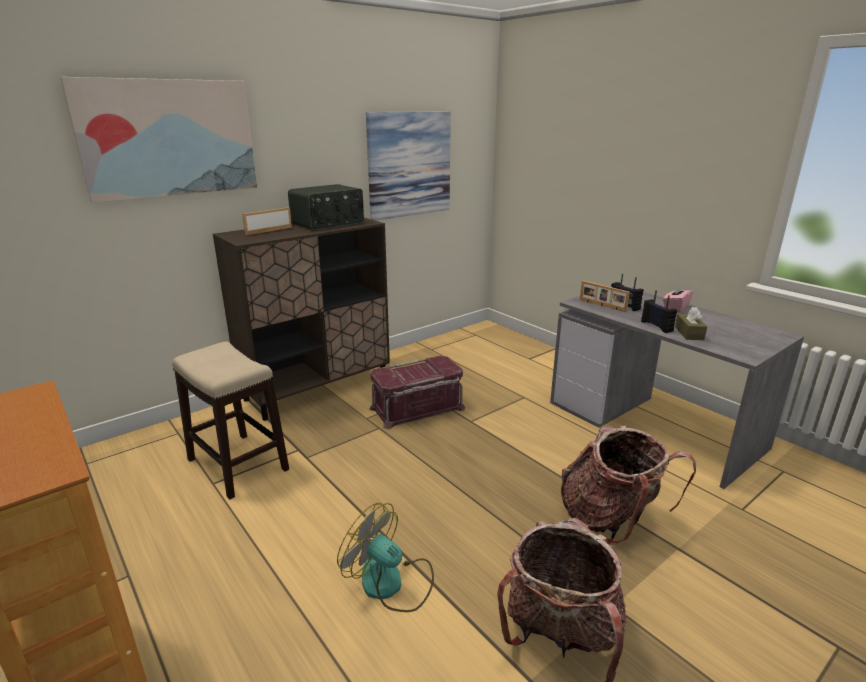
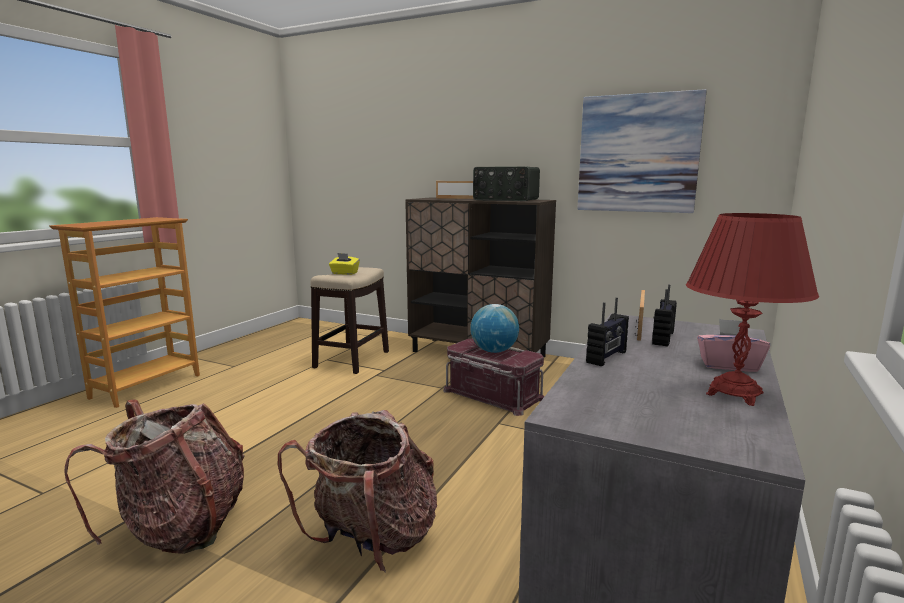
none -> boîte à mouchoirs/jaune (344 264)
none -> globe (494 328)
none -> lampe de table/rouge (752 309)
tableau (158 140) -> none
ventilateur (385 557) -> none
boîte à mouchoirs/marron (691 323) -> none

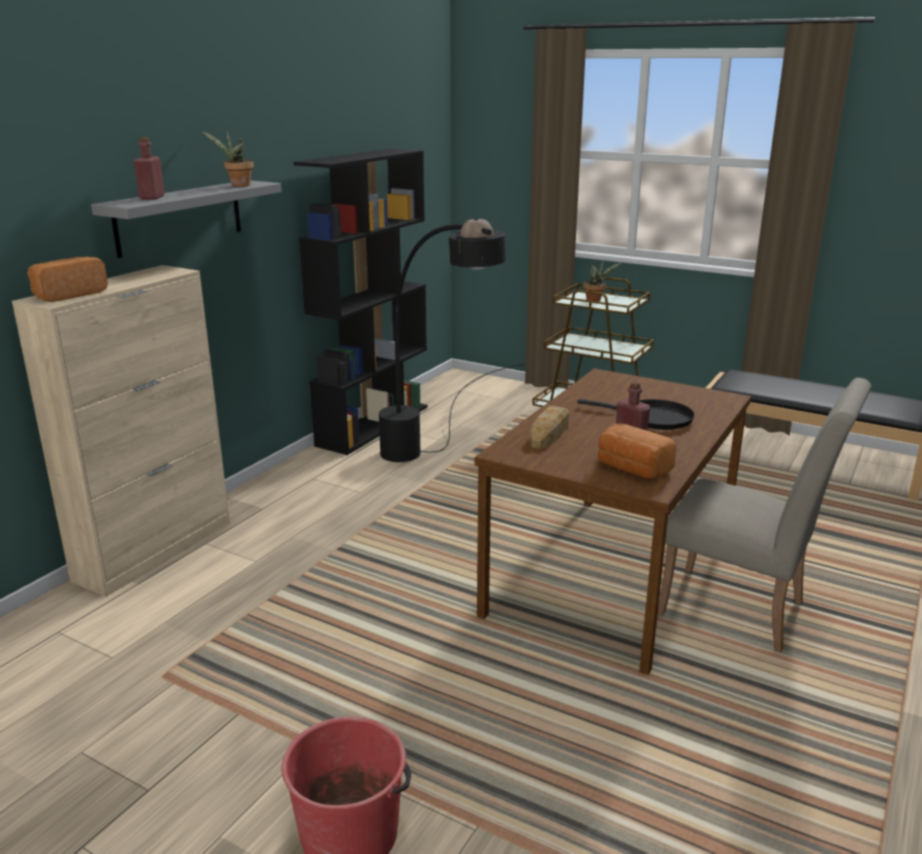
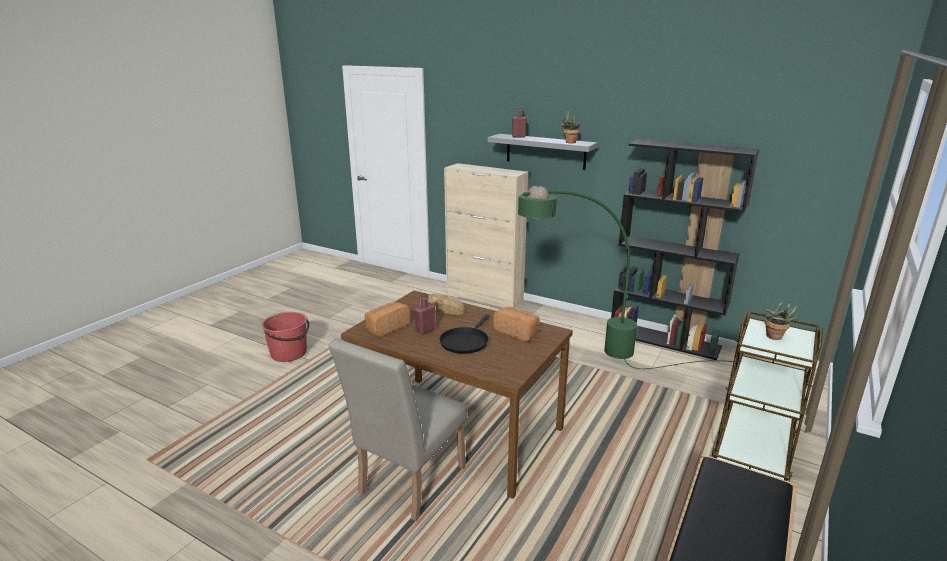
pain (67 279) -> pain (516 324), move
lampadaire/noir (451 340) -> lampadaire/vert (665 286)

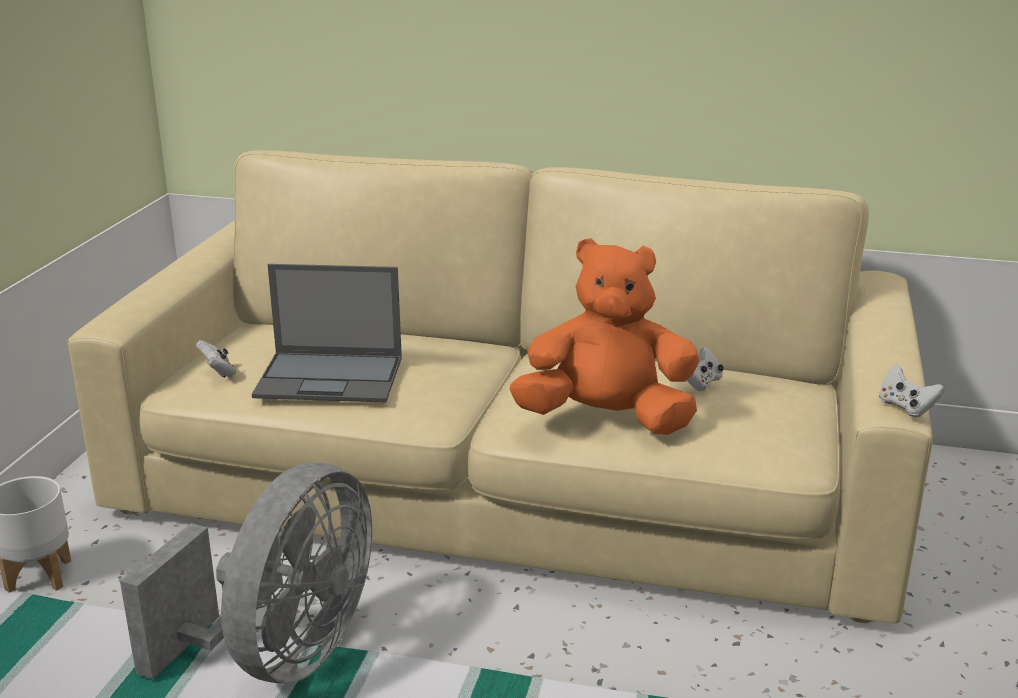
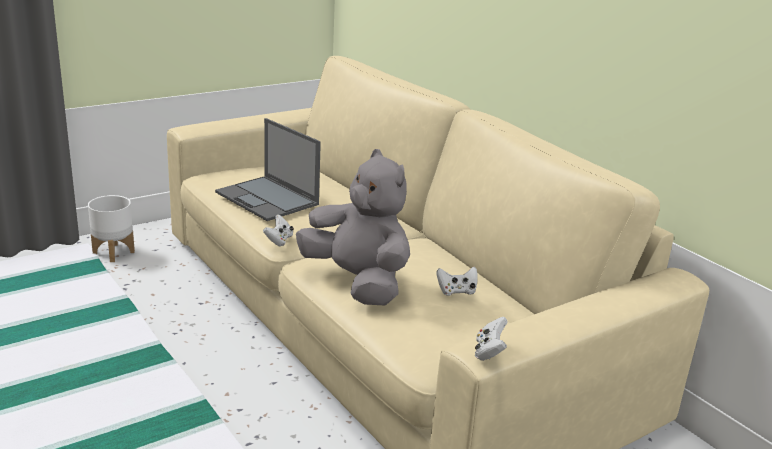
manette/blanc (216 359) -> manette/blanc (278 230), move
peluche/orange (604 336) -> peluche/gris (353 227)
ventilateur/gris (246 573) -> none

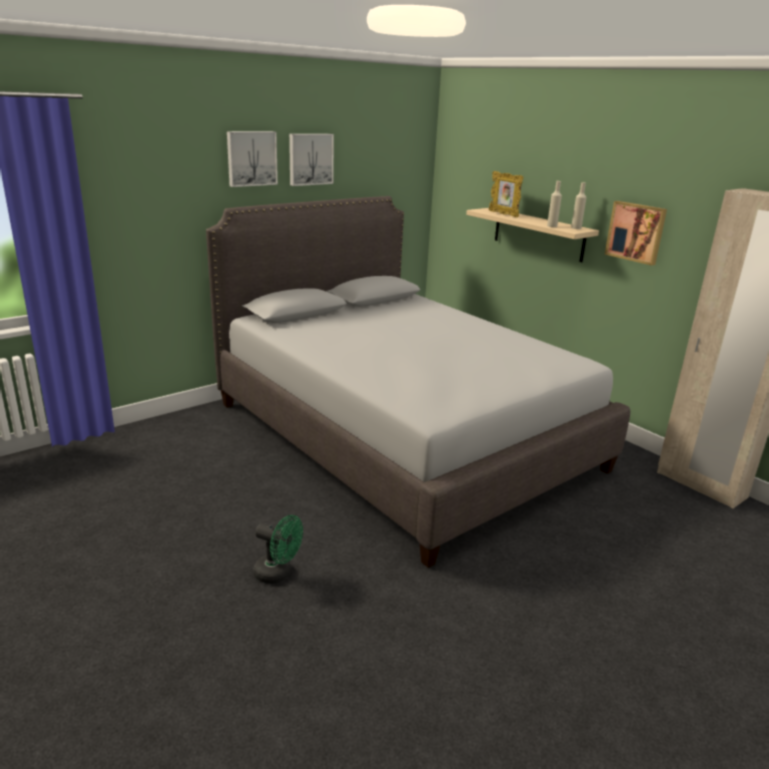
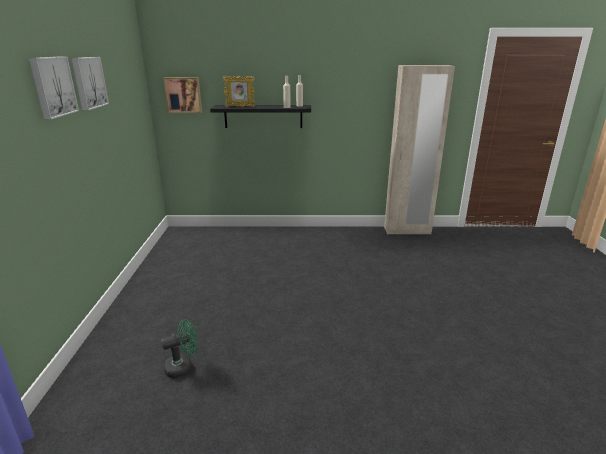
ventilateur/vert (278 549) -> ventilateur/vert (179 348), move
tableau (636 233) -> tableau (182 95), move
étagère/beige (532 235) -> étagère/noir (260 116)
lit/gris (418 382) -> none

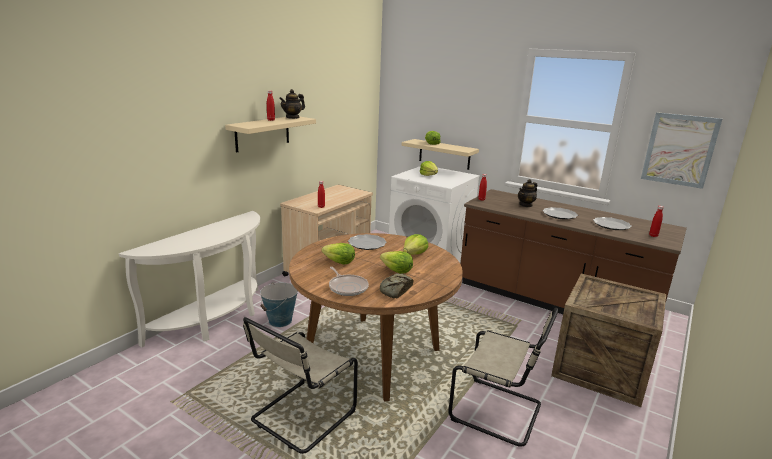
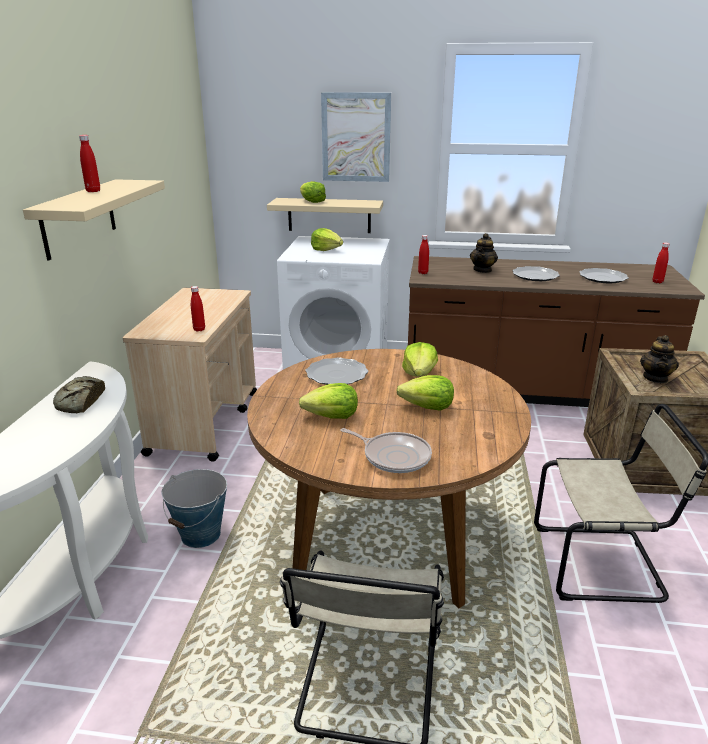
pain (396 285) -> pain (79 394), move
tableau (681 150) -> tableau (356 137), move
théière (292 104) -> théière (659 359), move

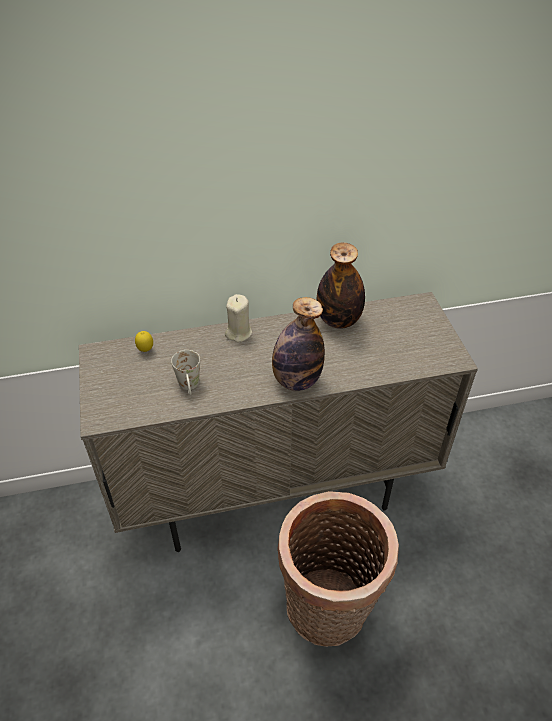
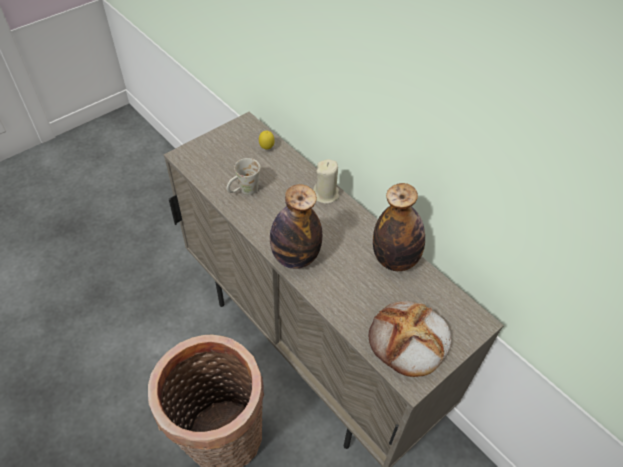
none -> pain (410 339)

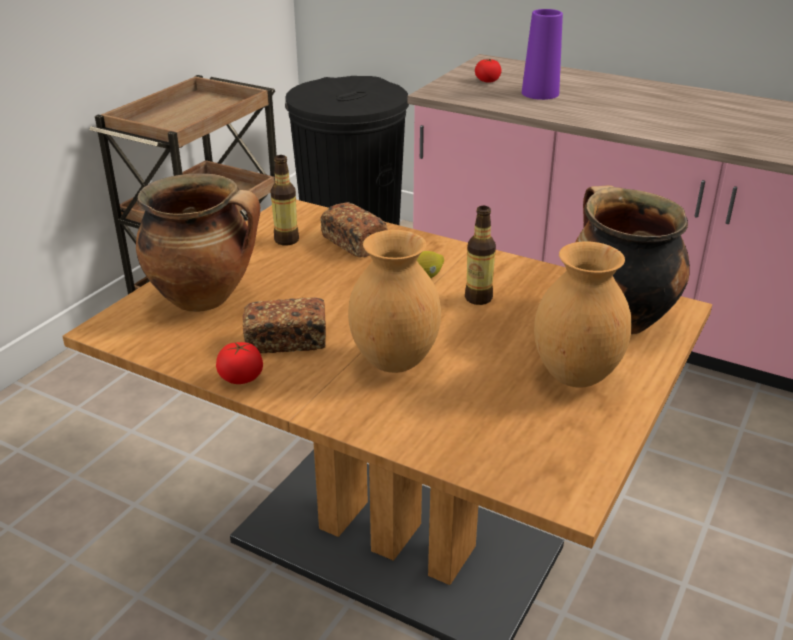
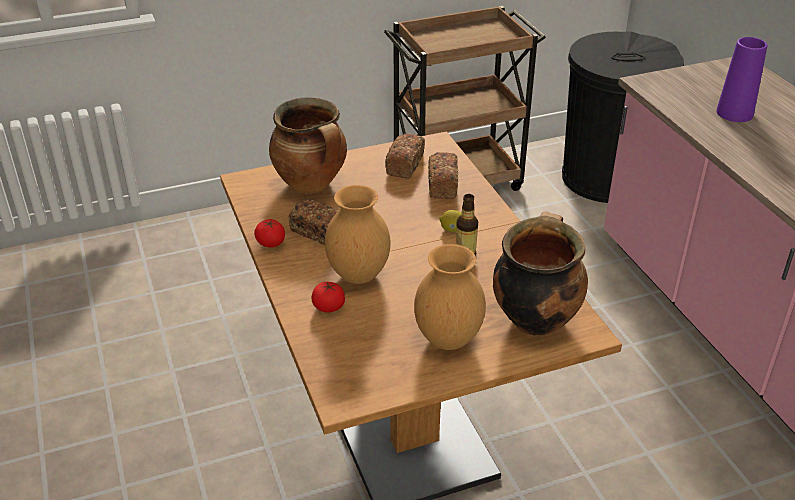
tomate (488 71) -> tomate (328 297), move
bouteille (284 200) -> pain (405 156)

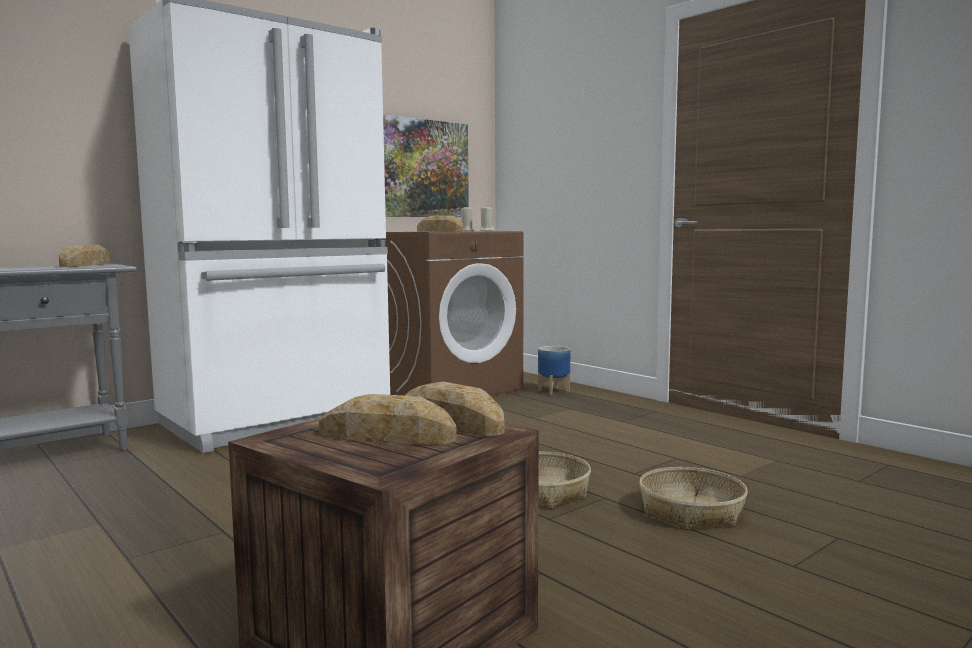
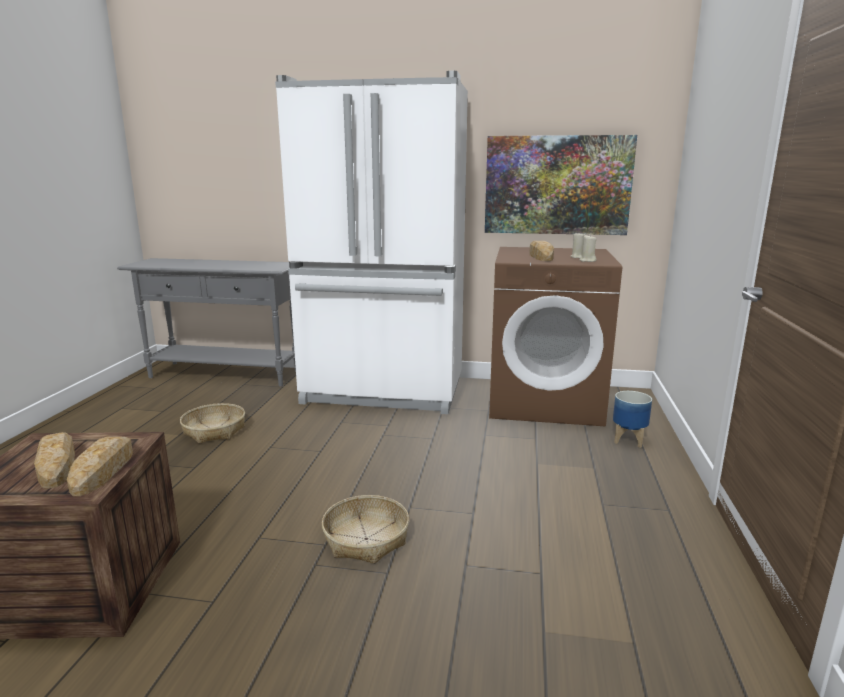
panier (693 498) -> panier (212 423), move
pain (84 256) -> none

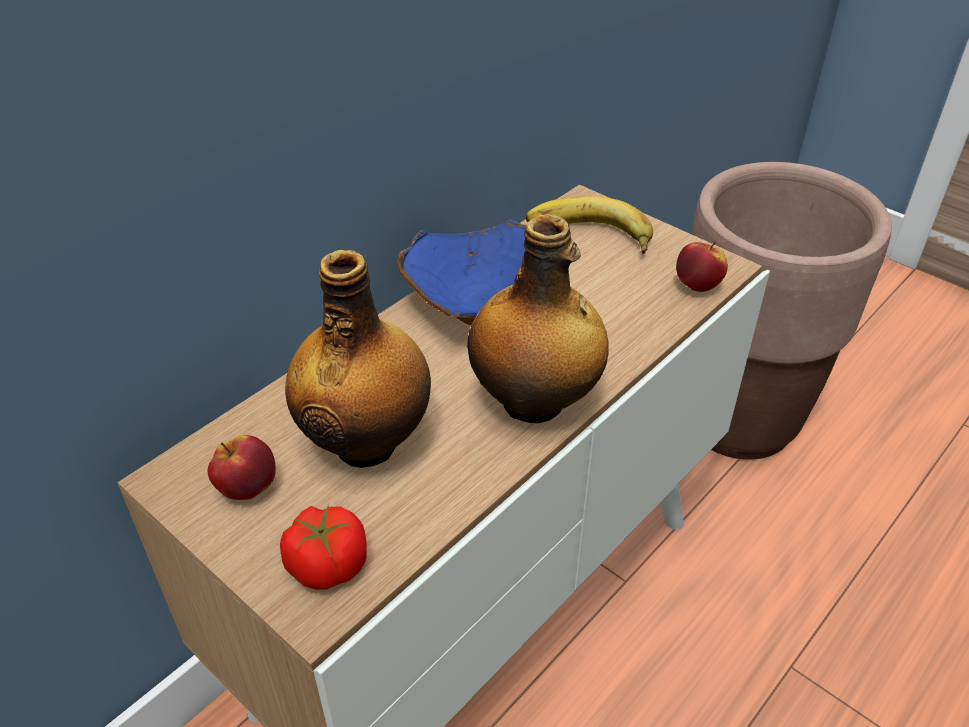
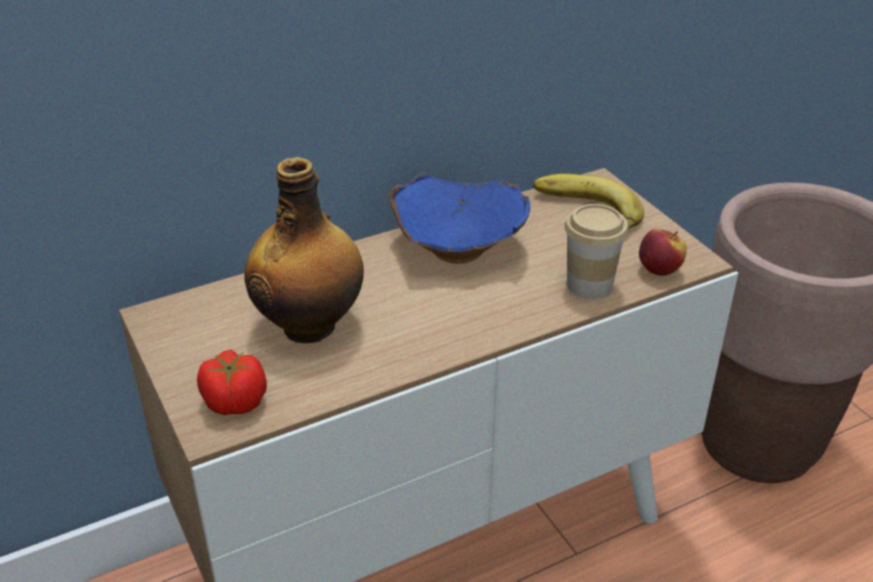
none -> tasse (596 251)
pomme (242 467) -> none
bouteille (538 318) -> none

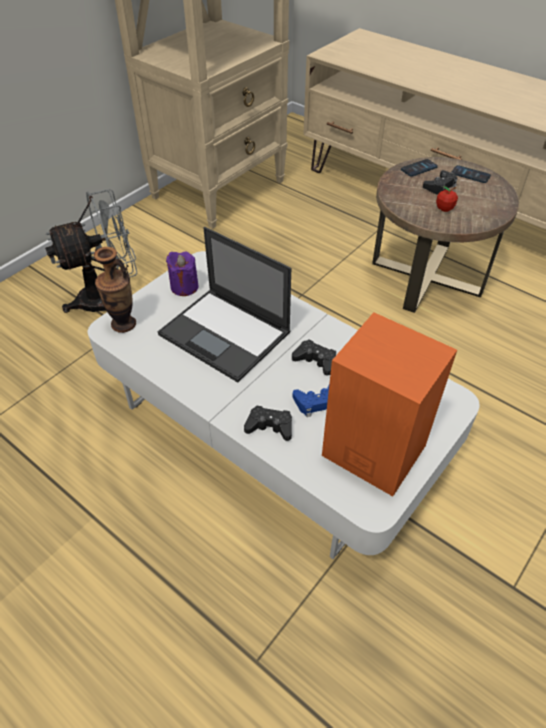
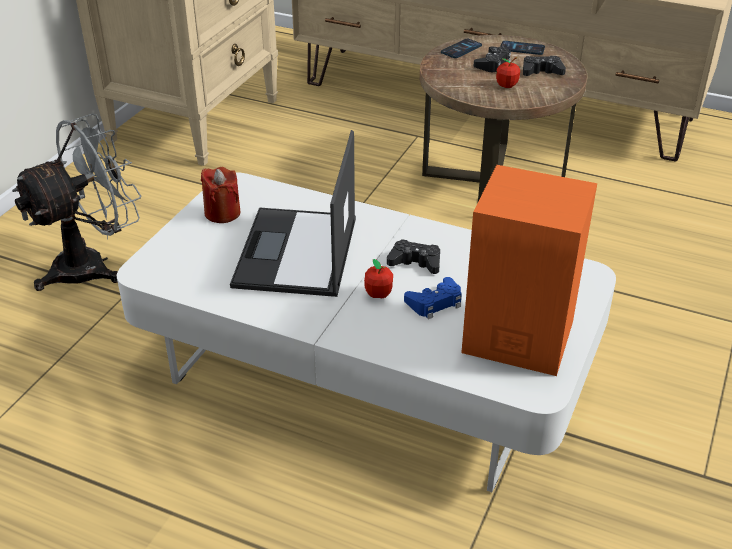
bougie/violet (182 274) -> bougie/rouge (220 195)
ordinateur portable (224 304) -> ordinateur portable (293 213), 75 degrees clockwise
none -> pomme (378 278)
manette/noir (268 423) -> manette/noir (544 66), move
vase (115 290) -> none

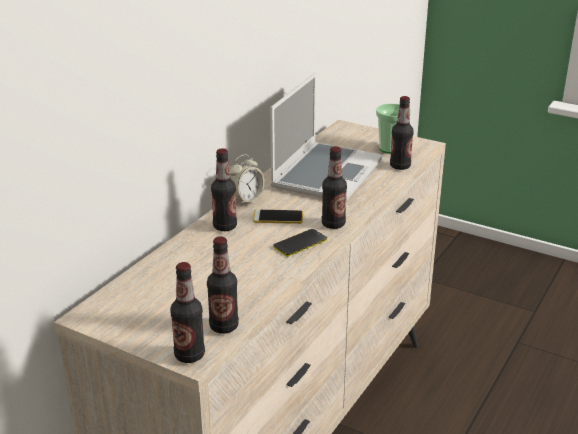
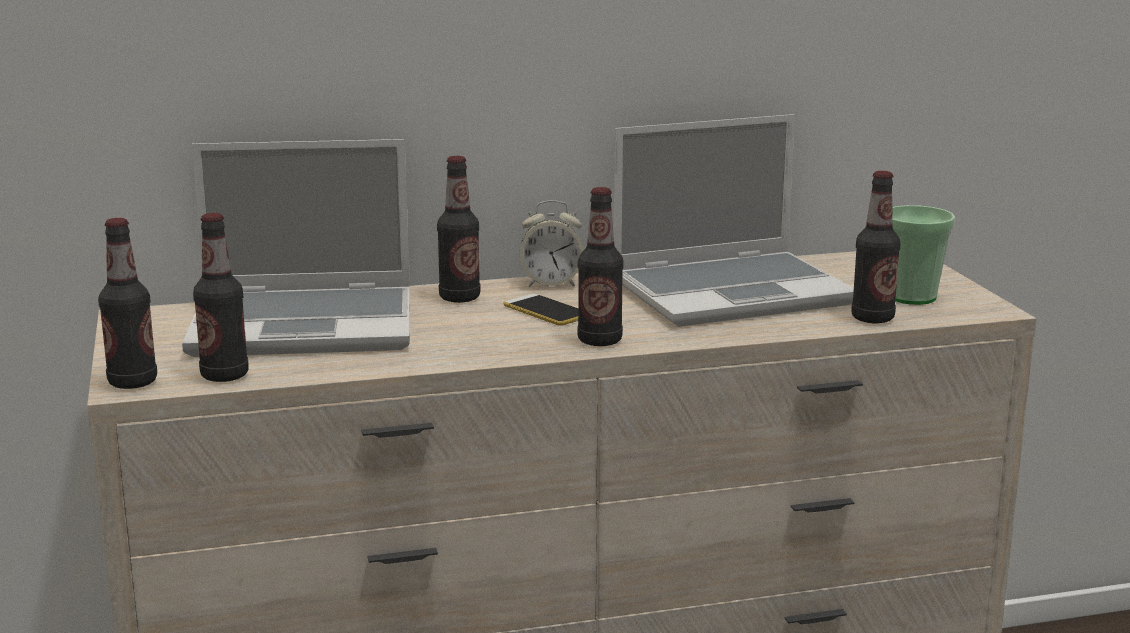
none -> ordinateur portable (296 248)
téléphone (300 243) -> none

